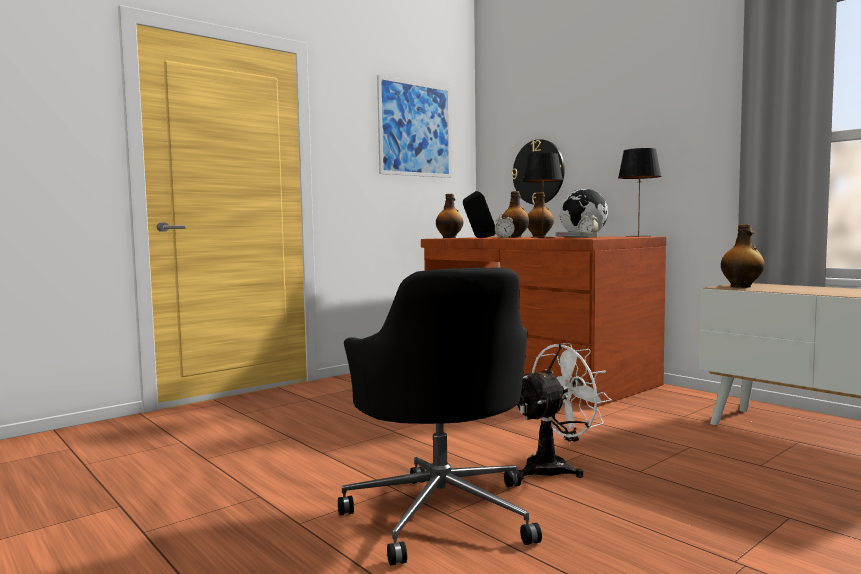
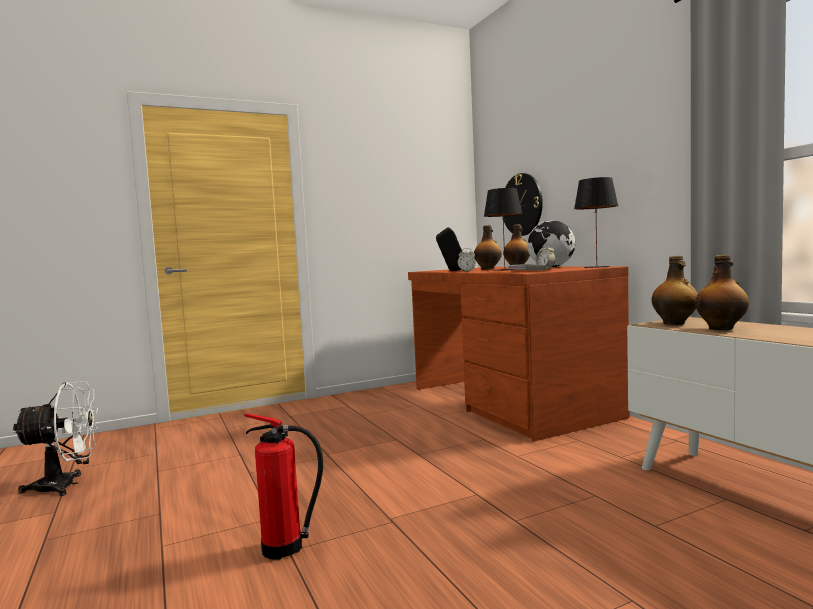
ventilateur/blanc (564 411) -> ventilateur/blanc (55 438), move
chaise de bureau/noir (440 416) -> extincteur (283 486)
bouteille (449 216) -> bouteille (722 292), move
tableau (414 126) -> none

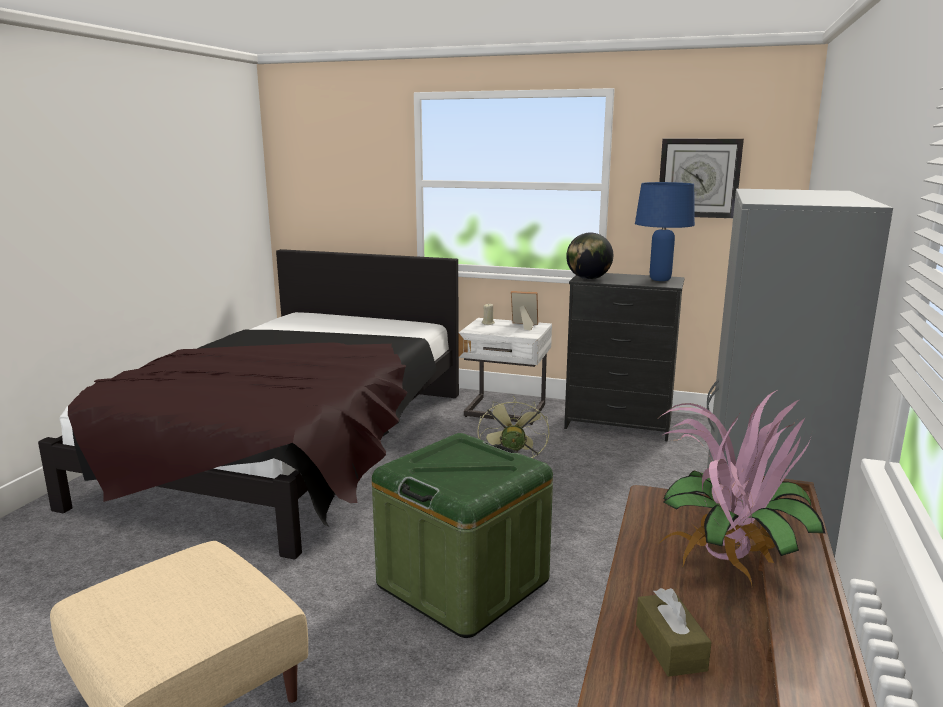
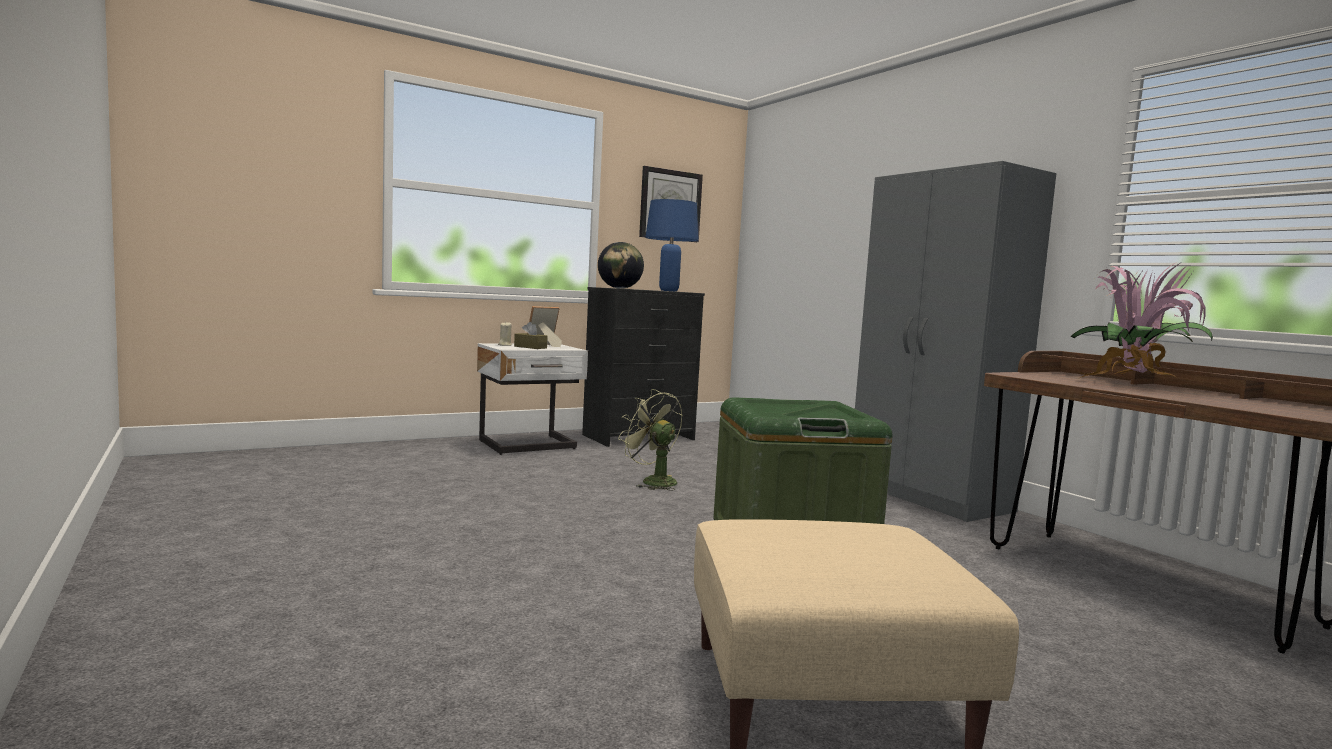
boîte à mouchoirs/marron (674 632) -> boîte à mouchoirs/marron (531 335), move
lit (248 404) -> none

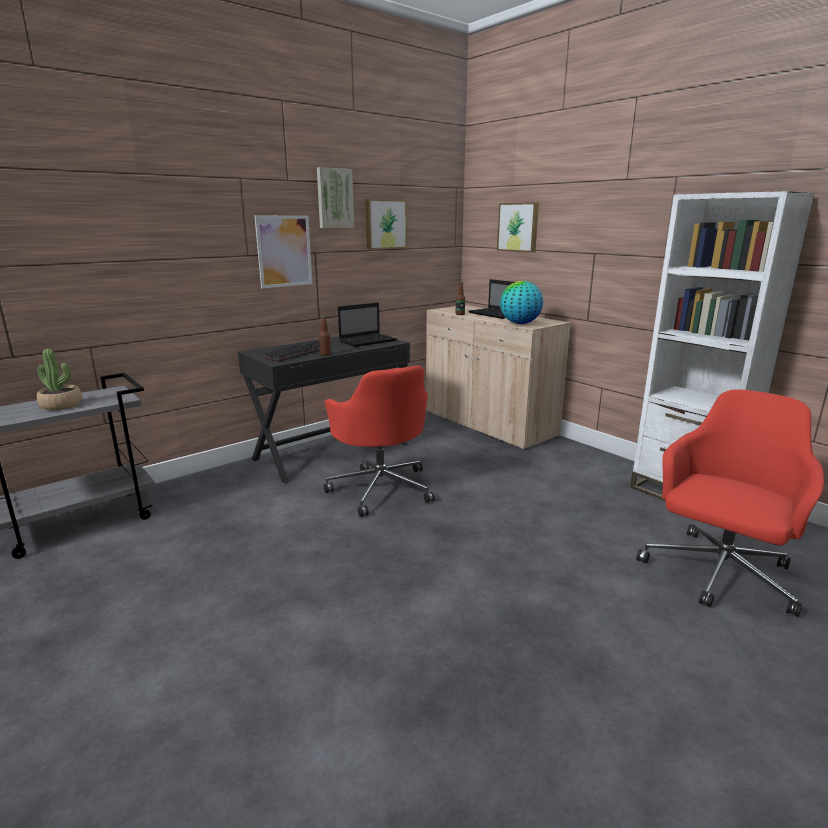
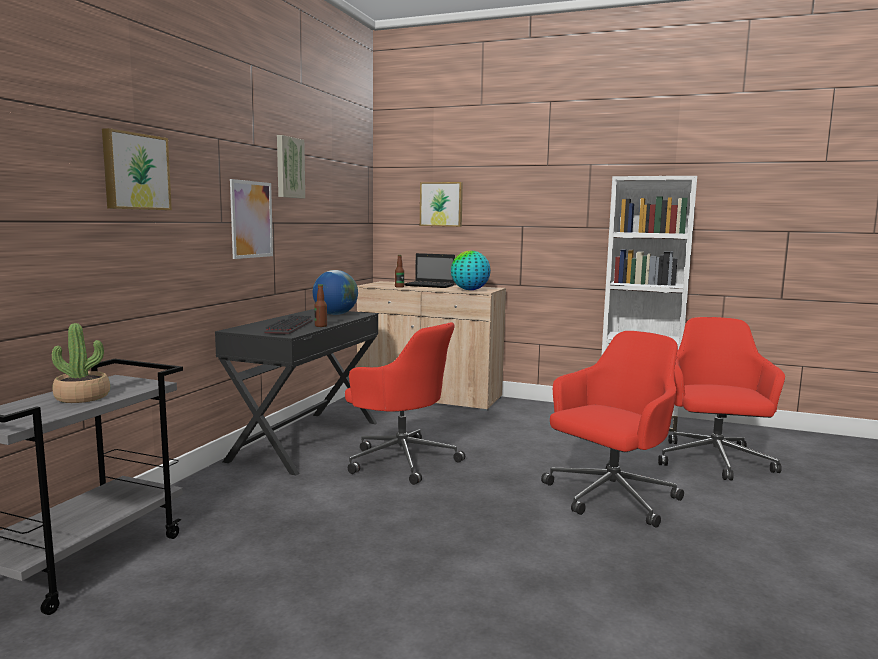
tableau (386 224) -> tableau (137 169), move
ordinateur portable (367 325) -> globe (335 292)
none -> chaise de bureau/rouge (612 429)

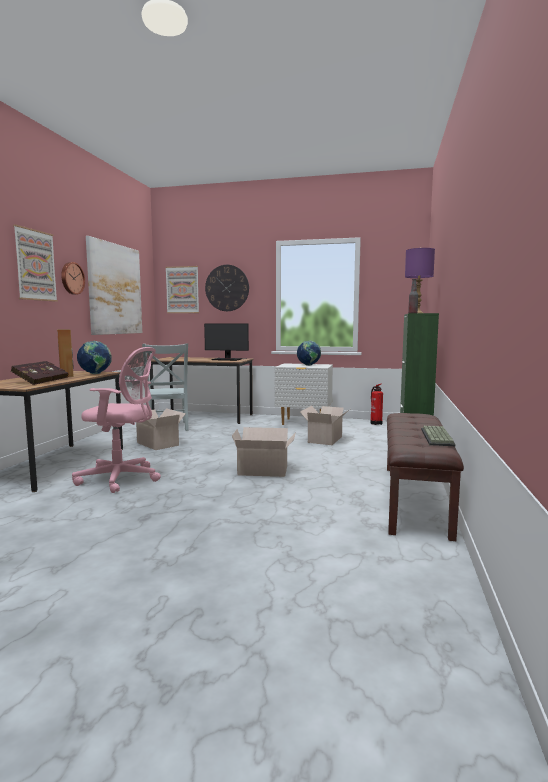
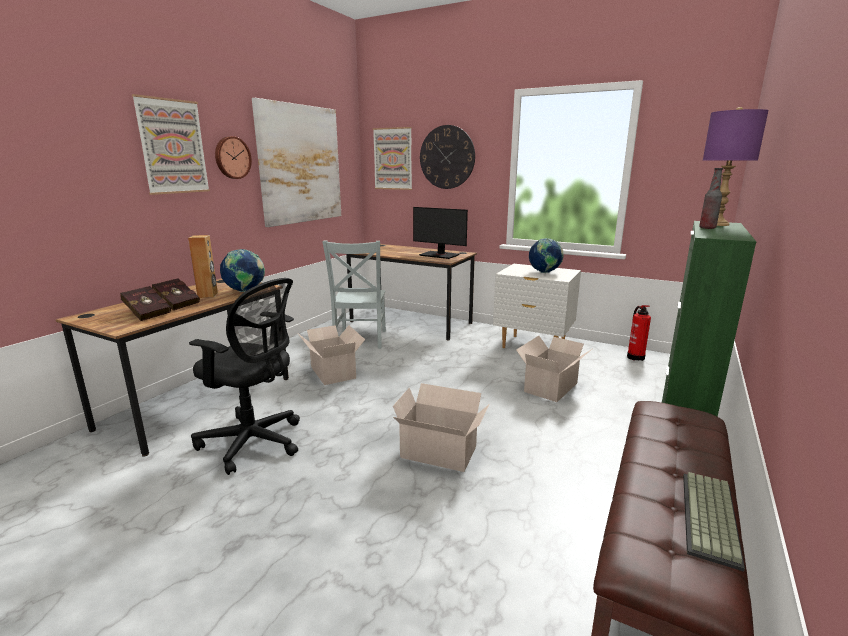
chaise de bureau/rose (116 420) -> chaise de bureau/noir (244 376)

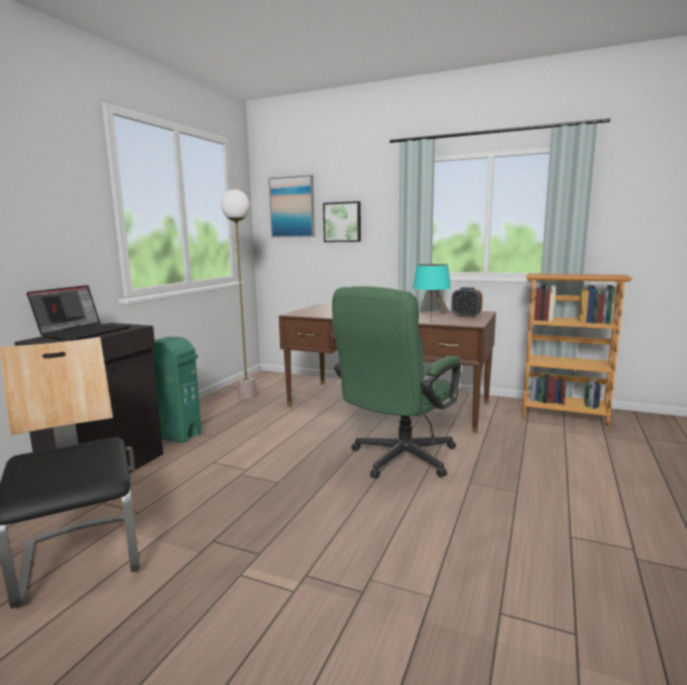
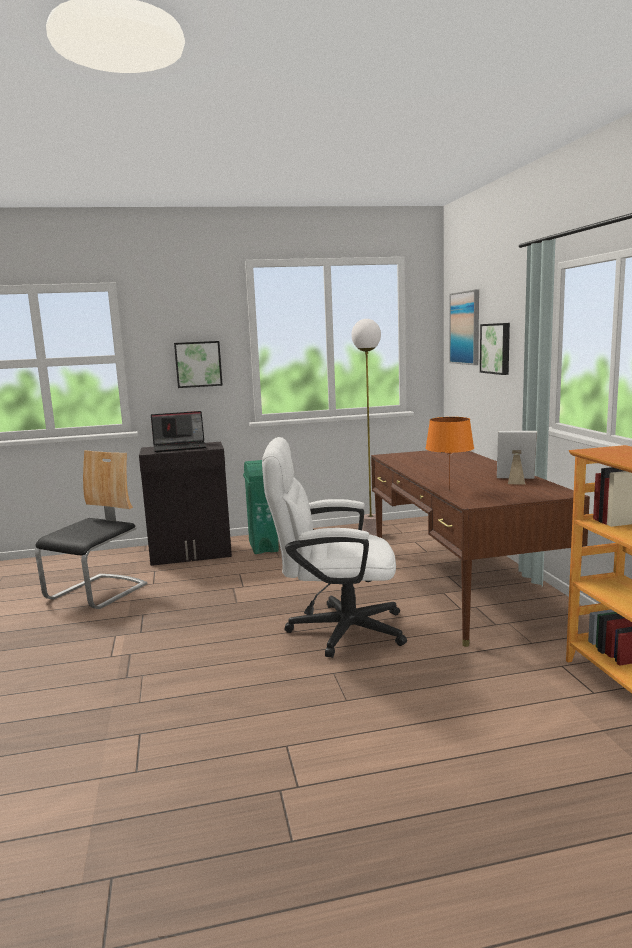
none -> tableau (198 364)
chaise de bureau/vert (396 382) -> chaise de bureau/blanc (334 547)
lampe de table/turquoise (432 287) -> lampe de table/orange (449 453)
réveil (467 302) -> none

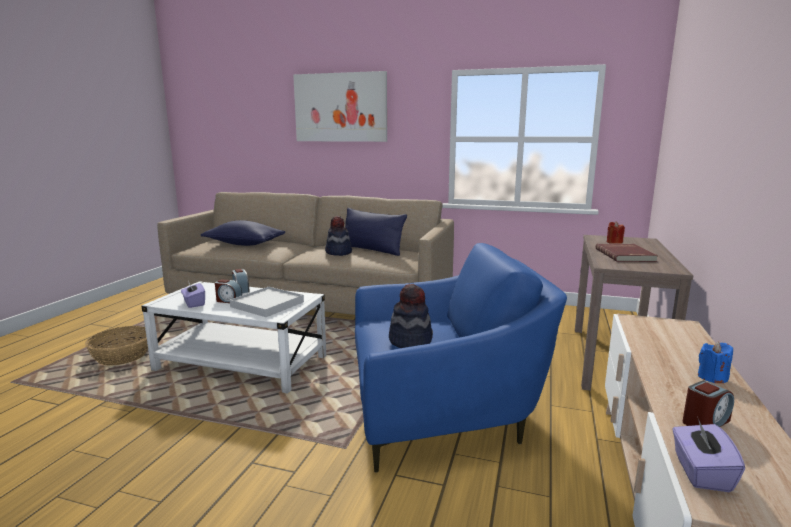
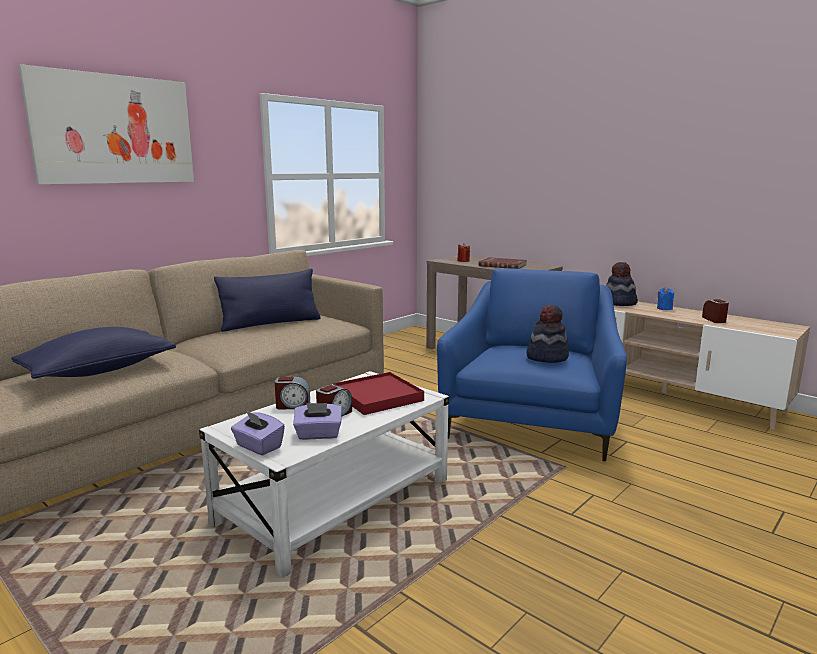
boîte à mouchoirs/violet (708 455) -> boîte à mouchoirs/violet (258 432), move
plateau/blanc (267 302) -> plateau/rouge (378 393)
chapeau (338 236) -> chapeau (622 284), move
panier (116 345) -> none

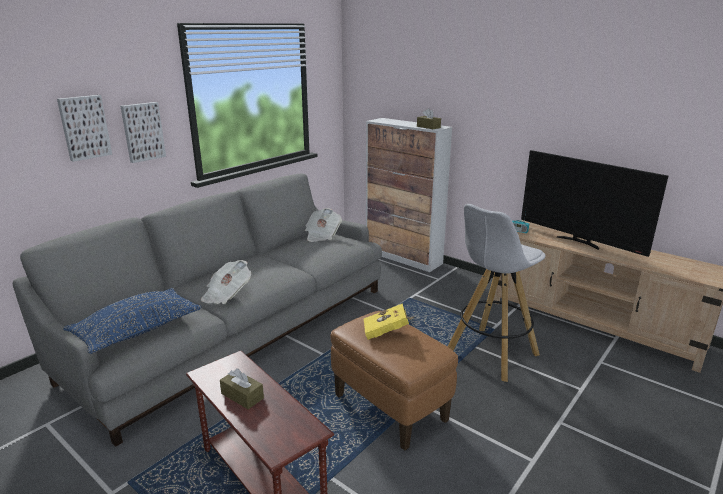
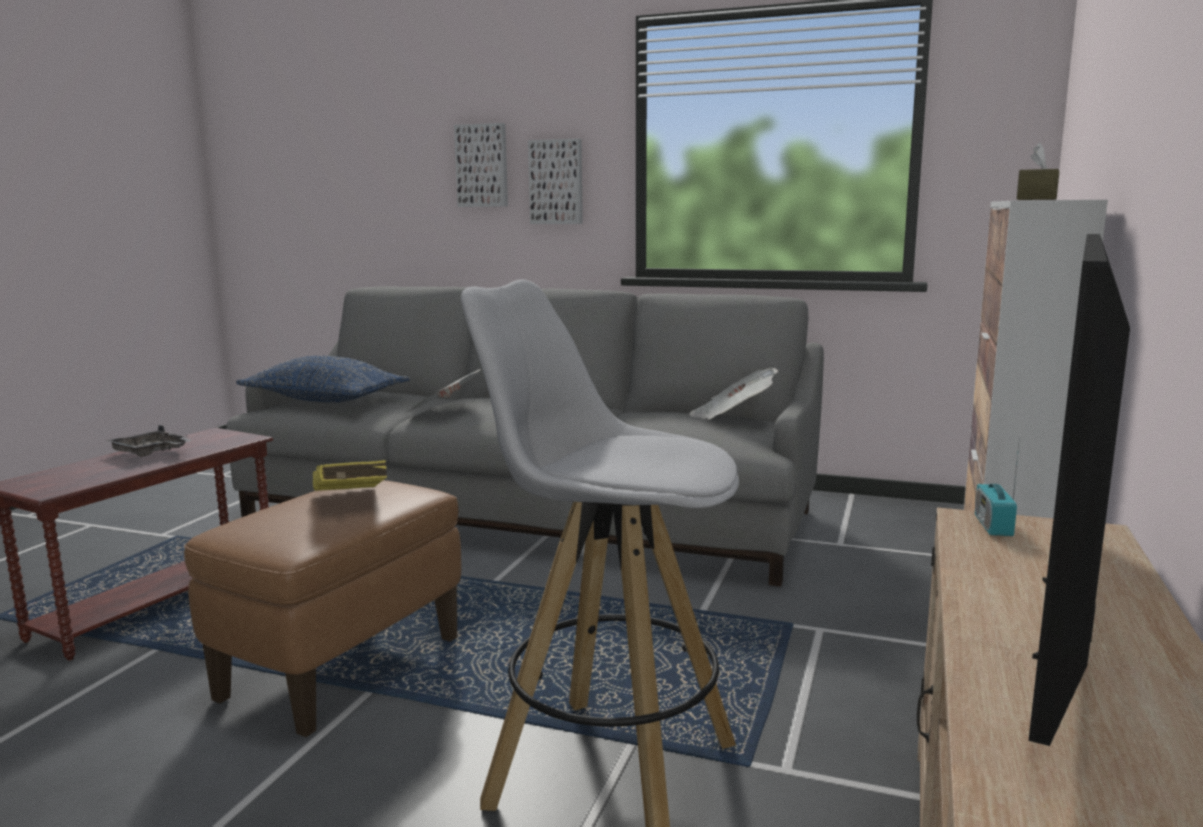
boîte à mouchoirs/marron (242 388) -> plateau/gris (148 441)

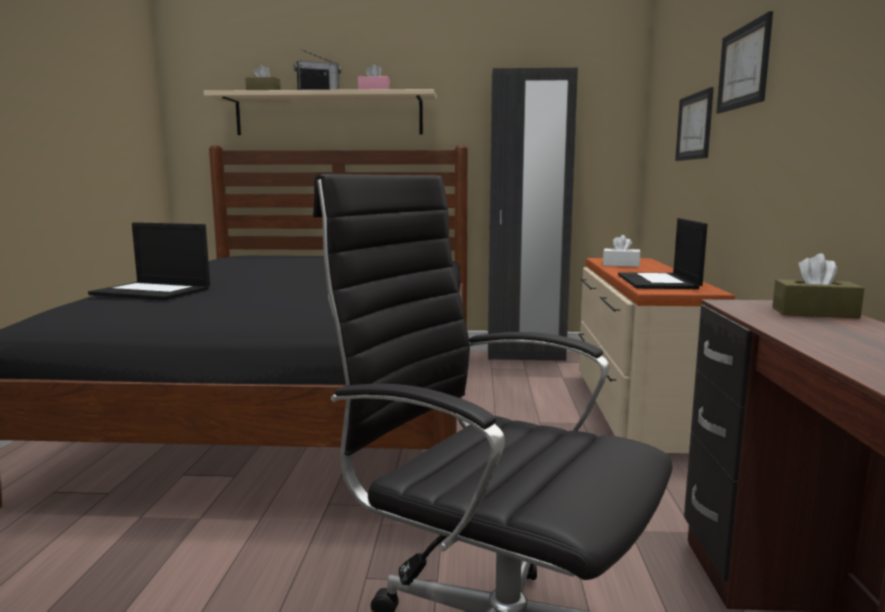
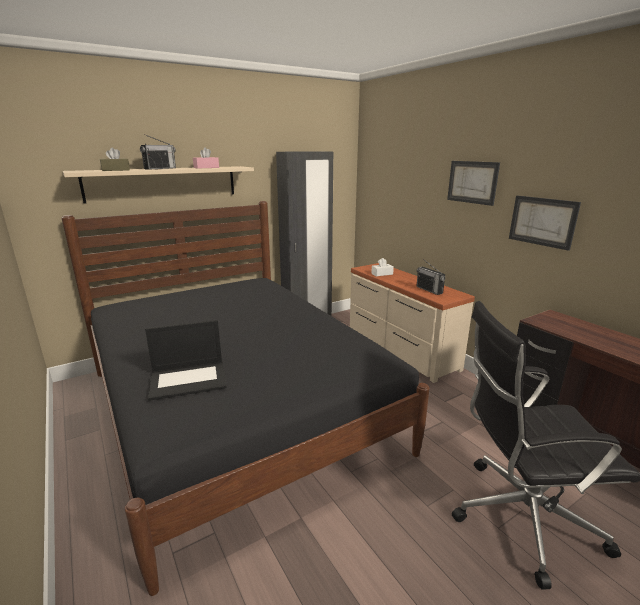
ordinateur portable (663 253) -> radio (430 277)
tableau (694 124) -> tableau (545 223), move
boîte à mouchoirs/marron (818 285) -> none

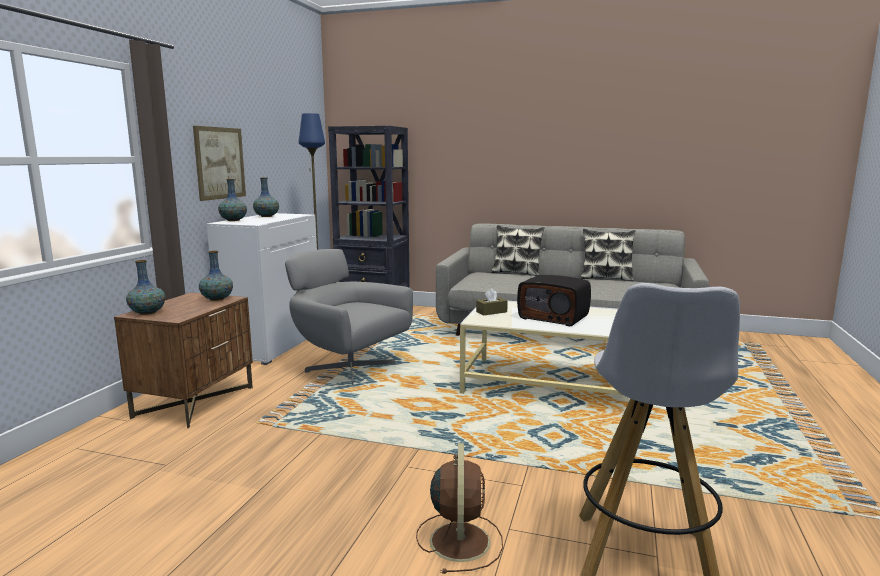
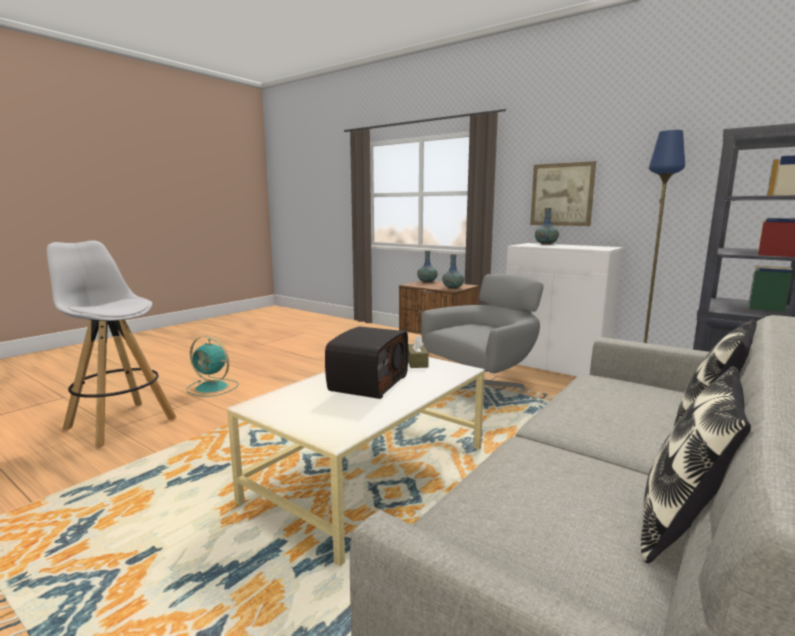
ventilateur/marron (459 508) -> ventilateur/turquoise (212 366)
radio (554 300) -> radio (366 363), 150 degrees clockwise
vase (266 197) -> none

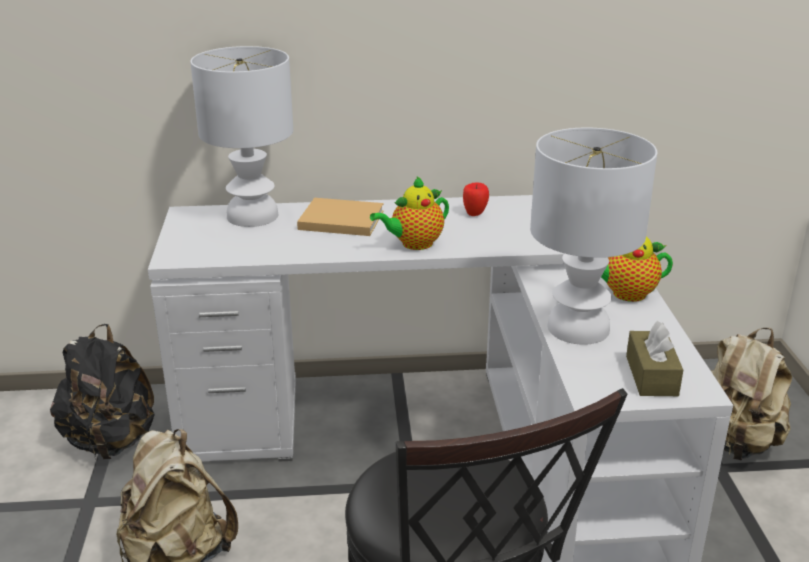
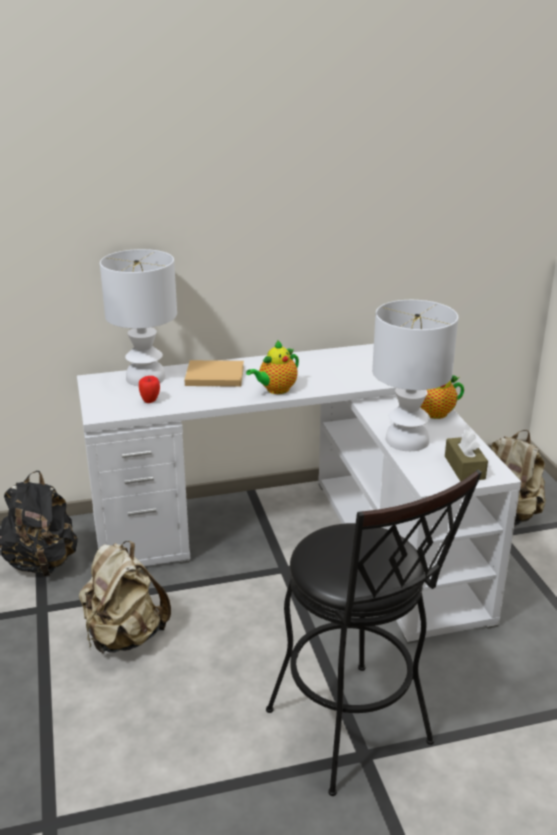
pomme (476 199) -> pomme (149 389), move

